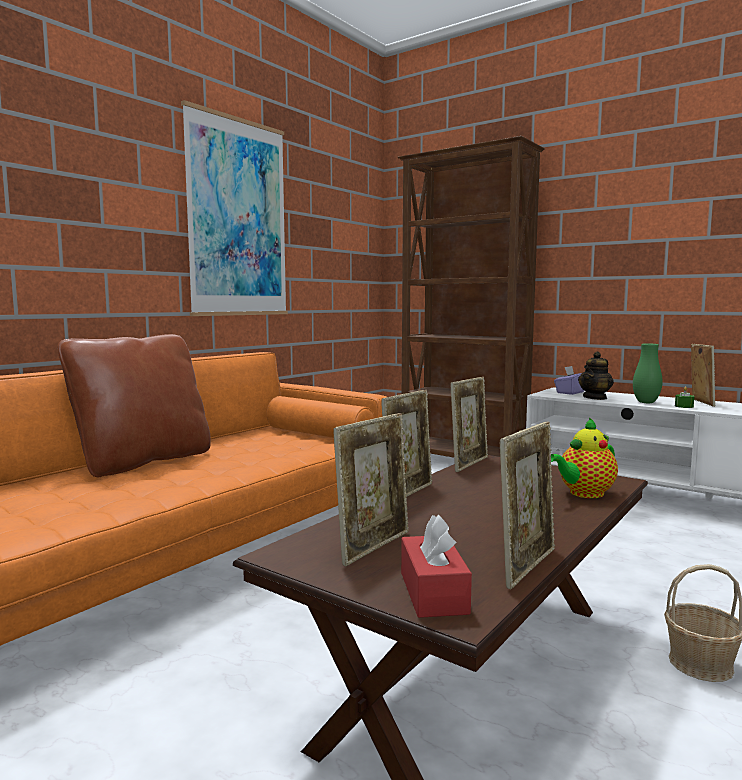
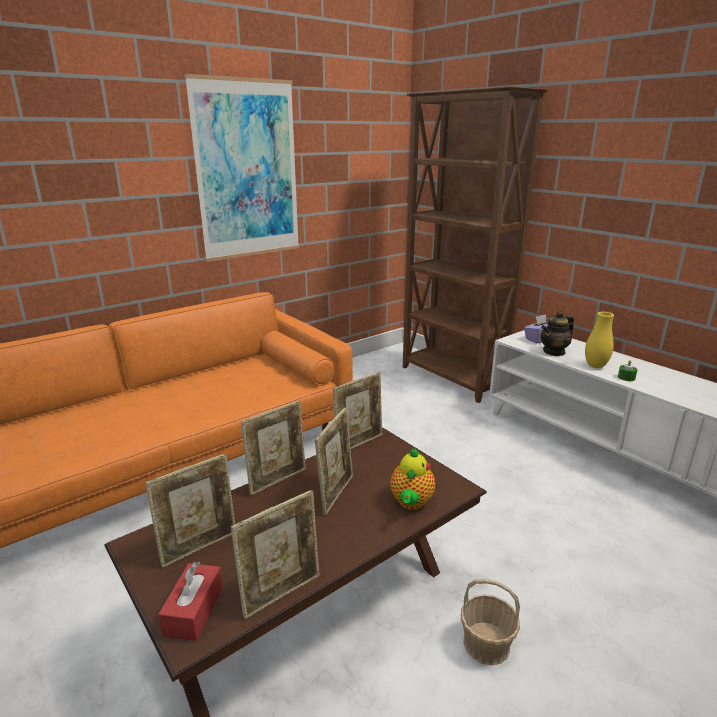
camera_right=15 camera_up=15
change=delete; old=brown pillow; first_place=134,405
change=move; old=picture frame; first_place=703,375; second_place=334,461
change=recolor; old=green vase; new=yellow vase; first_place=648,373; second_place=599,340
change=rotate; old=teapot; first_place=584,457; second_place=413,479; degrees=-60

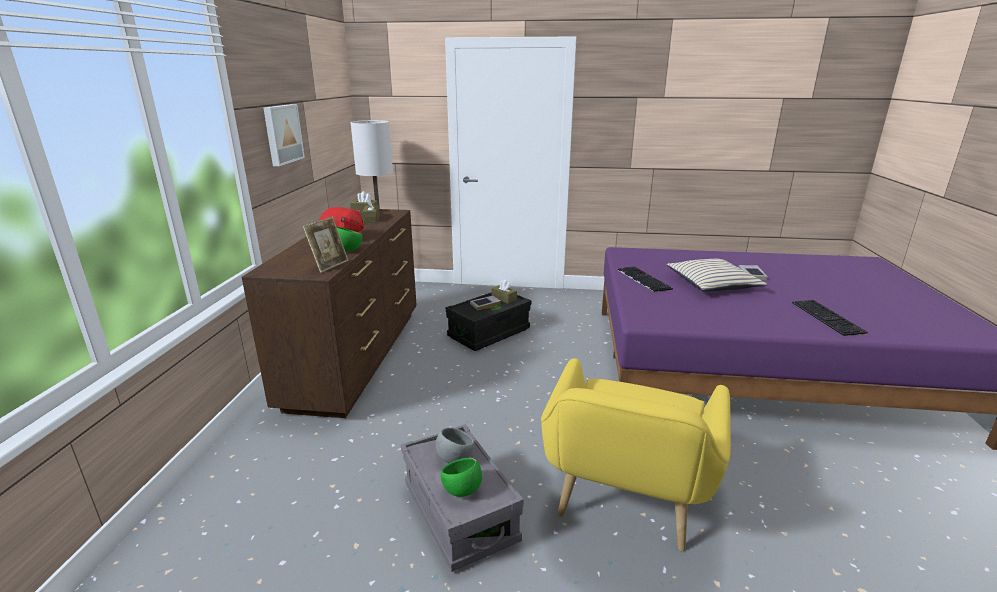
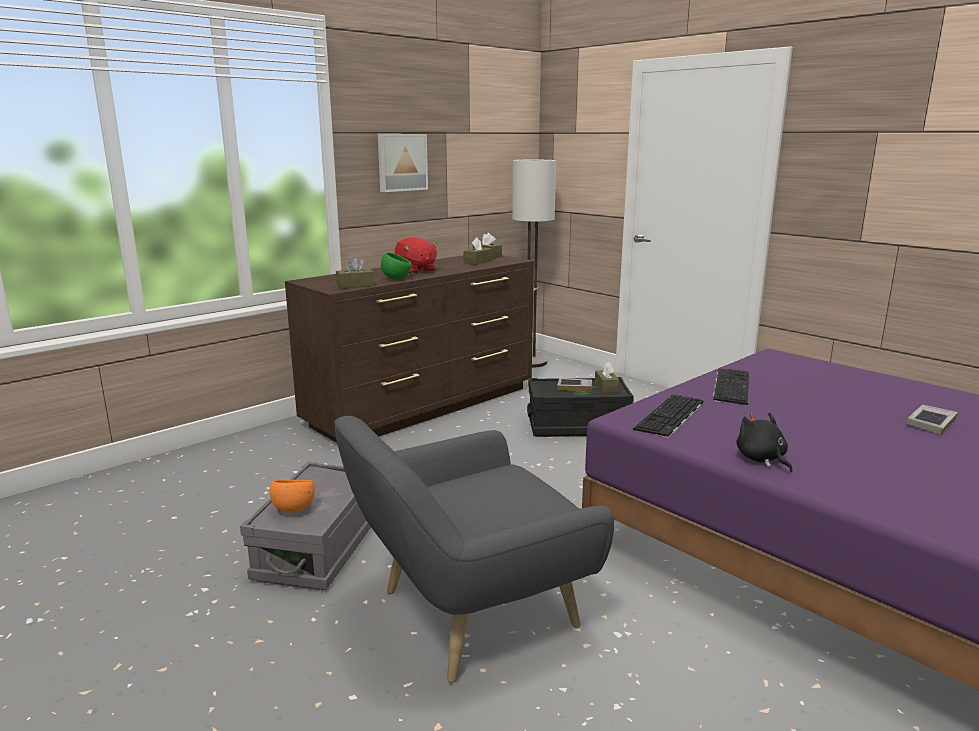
camera_right=40 camera_up=-5
change=delete; old=grey bowl; first_place=455,445
change=delete; old=beige pillow; first_place=717,275
change=insert; new=black plush toy; second_place=764,442
change=move; old=keyboard; first_place=830,318; second_place=668,416
change=replace; old=picture frame; new=brown tissue box; first_place=326,245; second_place=355,273
change=recolor; old=green bowl; new=orange bowl; first_place=461,477; second_place=292,496
change=recolor; old=yellow armchair; new=grey armchair; first_place=636,454; second_place=474,549

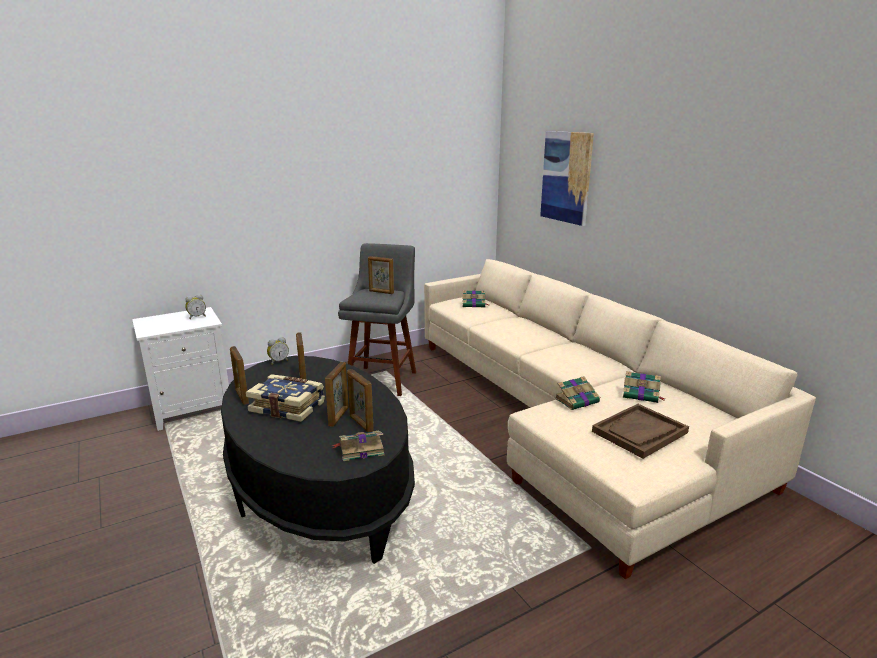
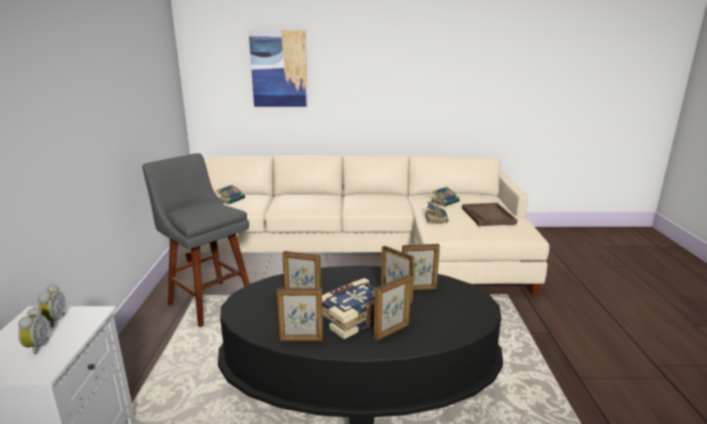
camera_right=-60 camera_up=0
change=delete; old=book; first_place=358,446
change=move; old=alarm clock; first_place=278,351; second_place=33,331
change=move; old=picture frame; first_place=381,275; second_place=392,307

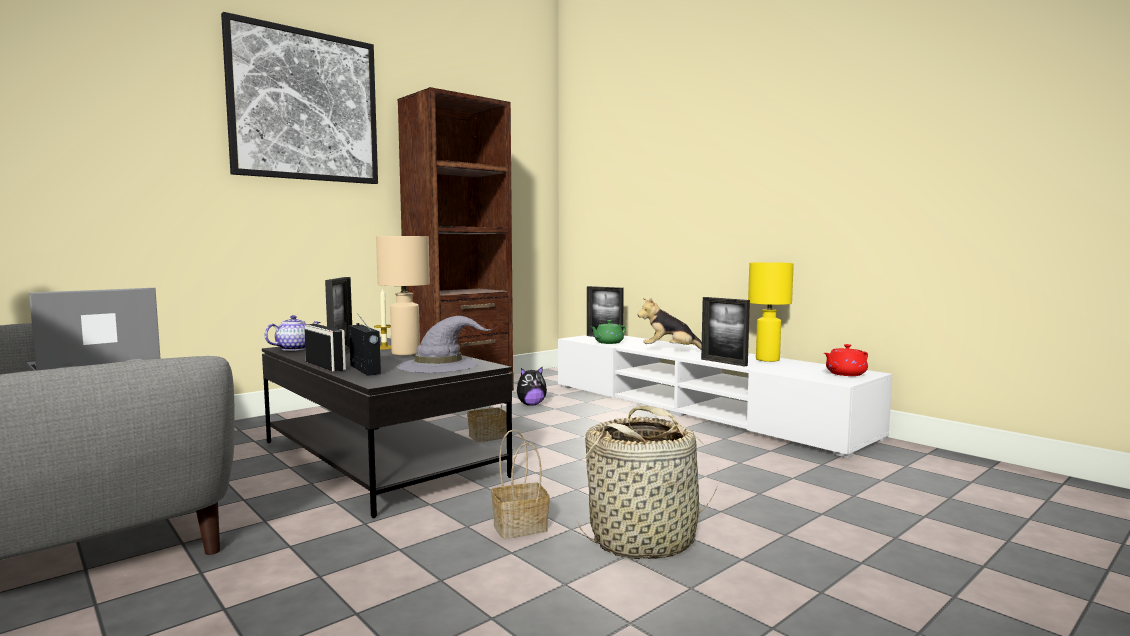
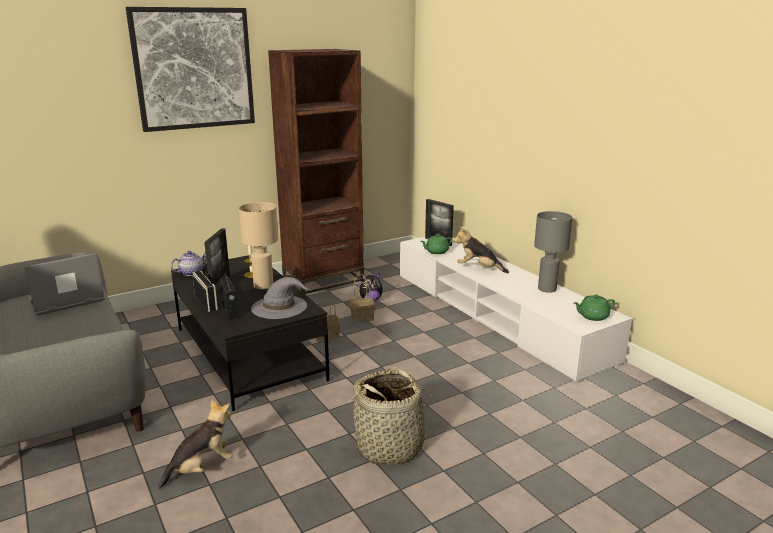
camera_right=10 camera_up=15
change=delete; old=picture frame; first_place=725,331
change=insert; new=plush toy; second_place=195,445
change=move; old=basket; first_place=520,484; second_place=362,298
change=recolor; old=yellow table lamp; new=grey table lamp; first_place=771,312; second_place=553,252
change=recolor; old=red teapot; new=green teapot; first_place=846,360; second_place=594,308

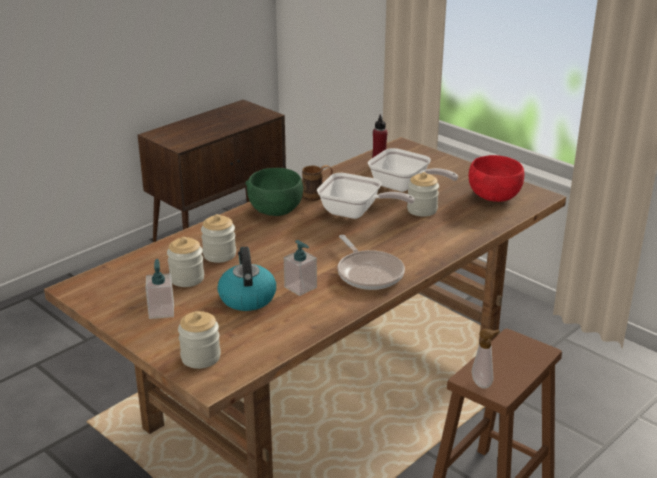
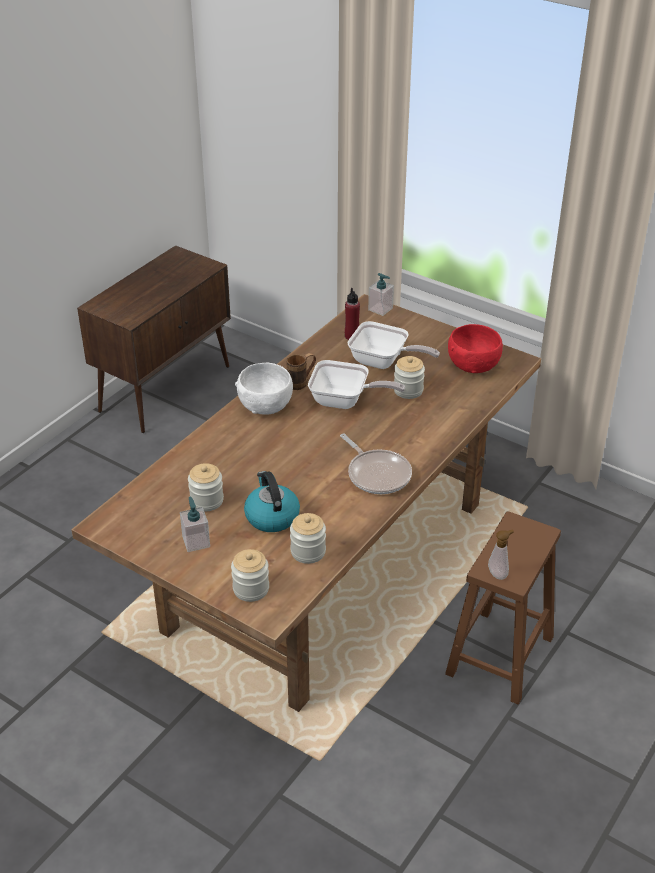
camera_right=-10 camera_up=10
change=move; old=jar; first_place=218,238; second_place=308,538
change=move; old=soap dispenser; first_place=300,268; second_place=381,294
change=recolor; old=green bowl; new=white bowl; first_place=274,192; second_place=264,389

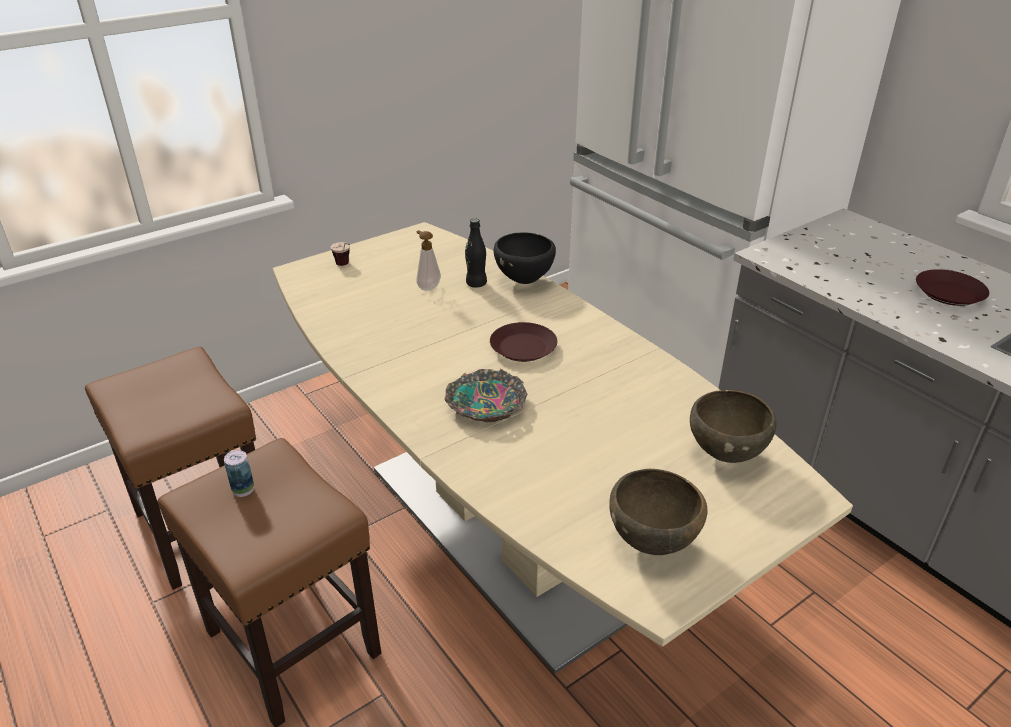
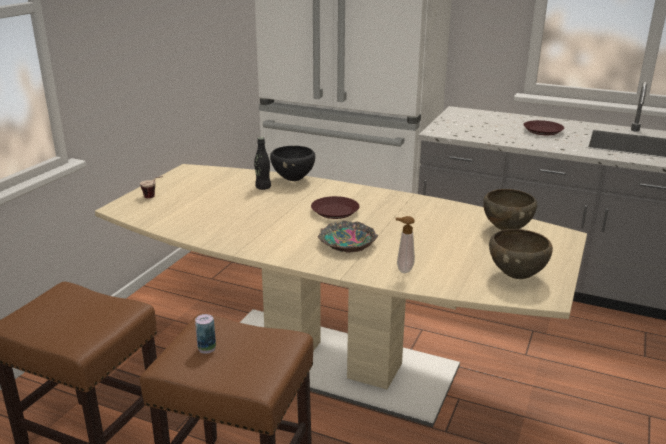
camera_right=-30 camera_up=-10
change=move; old=soap dispenser; first_place=428,260; second_place=405,244

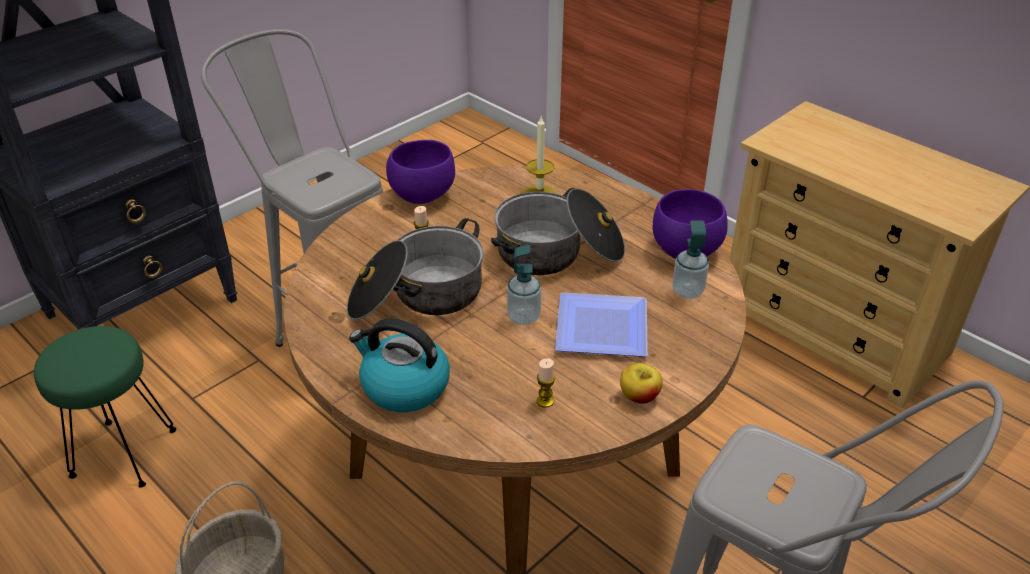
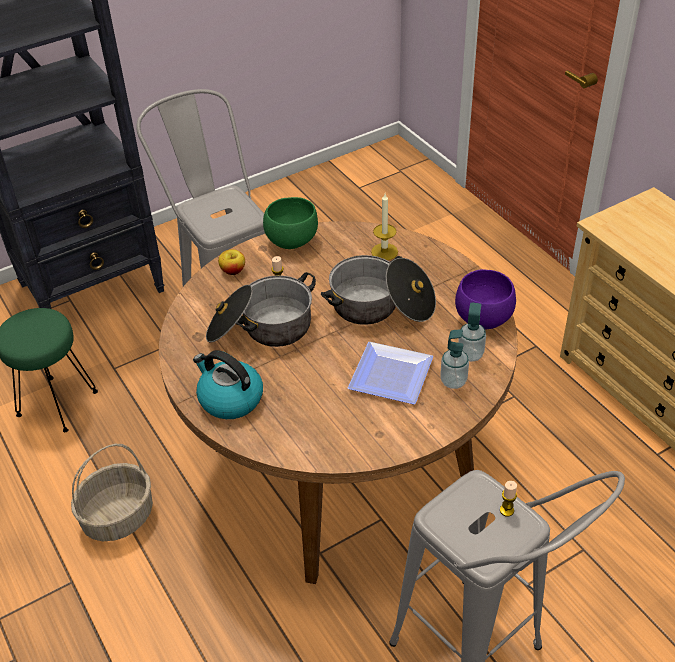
camera_right=15 camera_up=5
change=move; old=soap dispenser; first_place=524,285; second_place=454,359
change=move; old=candle; first_place=545,383; second_place=508,498
change=move; old=apple; first_place=641,383; second_place=231,262
change=recolor; old=purple bowl; new=green bowl; first_place=420,172; second_place=290,223

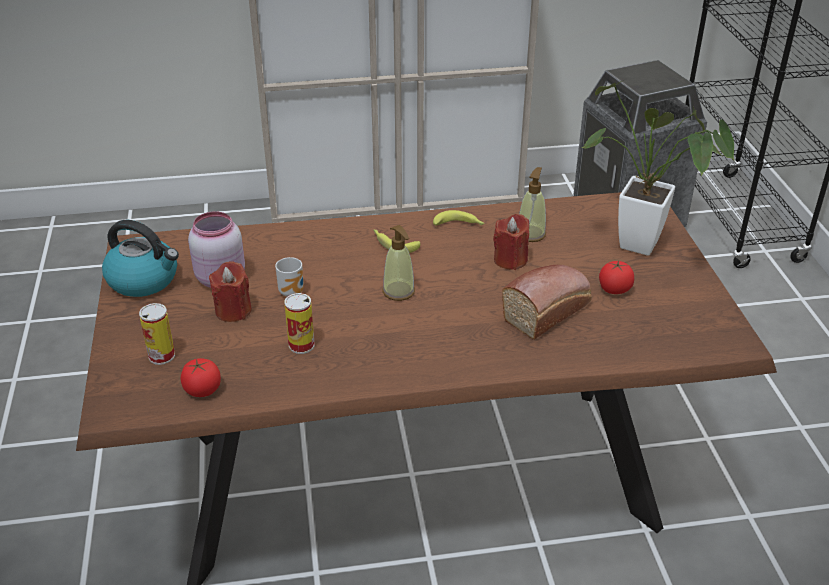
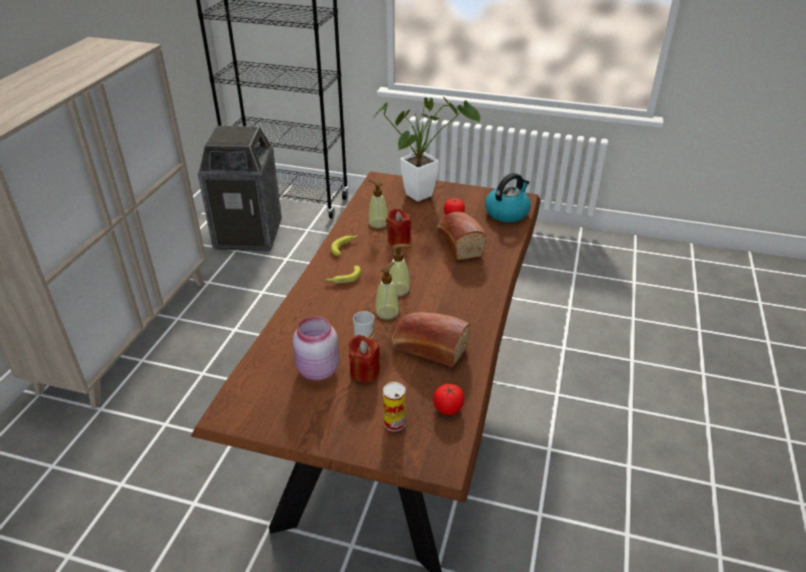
camera_right=-65 camera_up=0
change=insert; new=soap dispenser; second_place=387,292
change=move; old=kettle; first_place=140,258; second_place=508,197
change=replace; old=can; new=bread; first_place=299,323; second_place=431,340

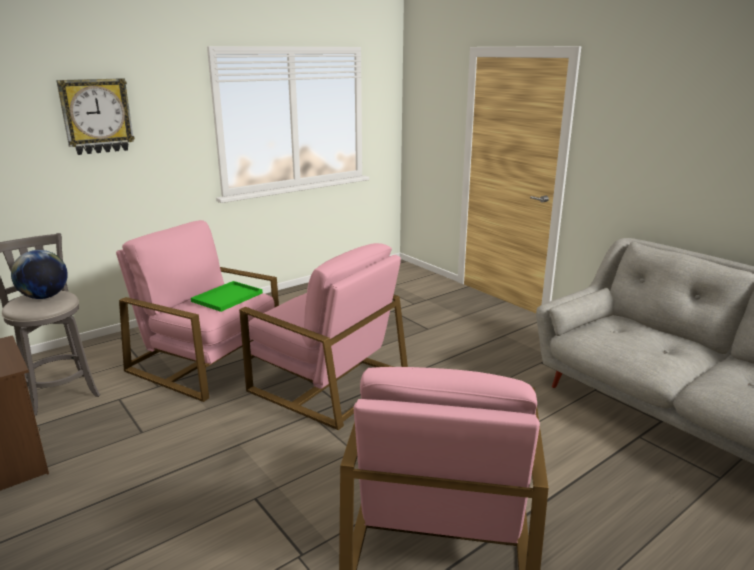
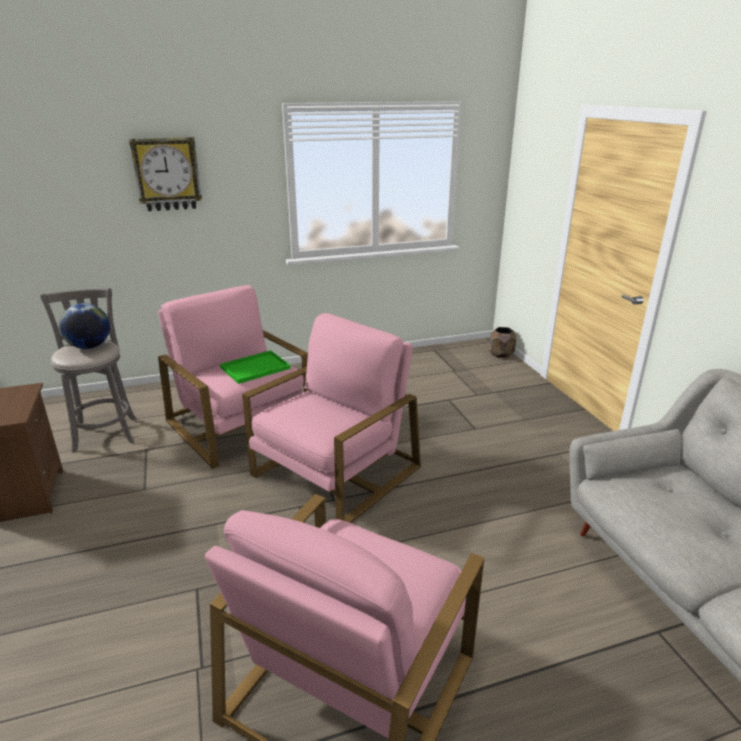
camera_right=20 camera_up=5
change=insert; new=brown planter; second_place=503,342
change=rotate; old=pink armchair; first_place=323,336; second_place=331,418; degrees=-105

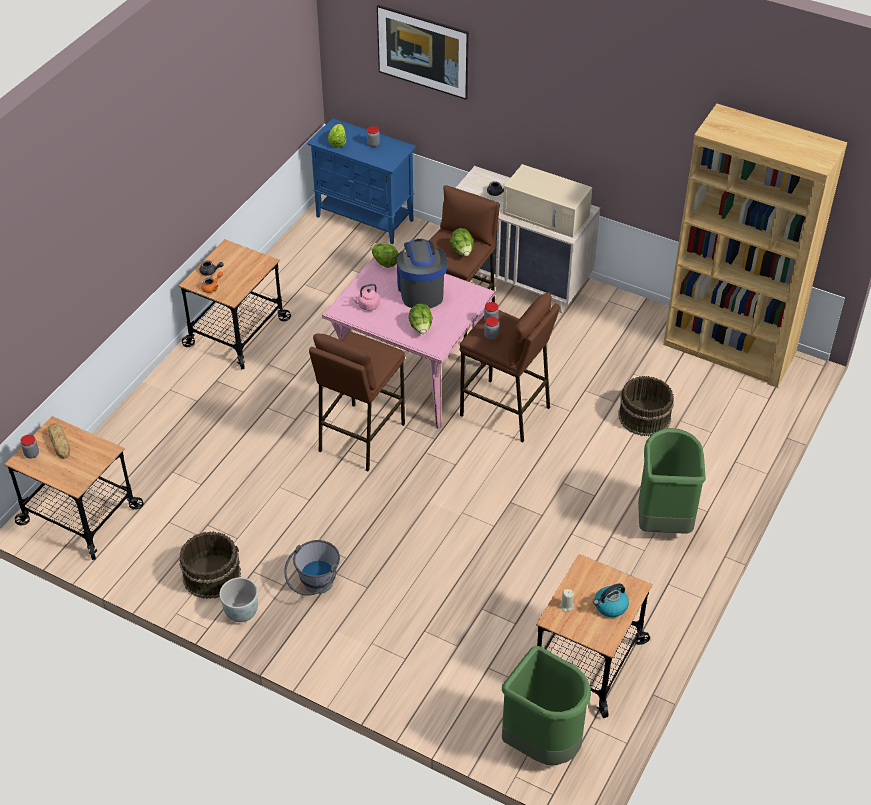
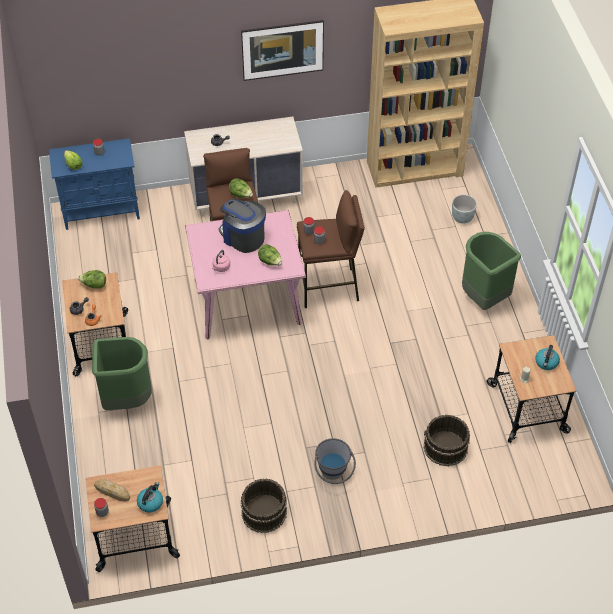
camera_right=-40 camera_up=5
change=delete; old=brown stool; first_place=357,401
change=delete; old=beige microwave; first_place=547,201
change=insert; new=kettle; second_place=150,497
change=move; old=grey planter; first_place=238,599; second_place=464,209
change=move; old=lettuce; first_place=384,255; second_place=92,279
change=move; old=picture; first_place=423,52; second_place=282,50
change=move; old=green trash can; first_place=546,705; second_place=122,373
change=move; old=brown bucket; first_place=646,406; second_place=446,440

